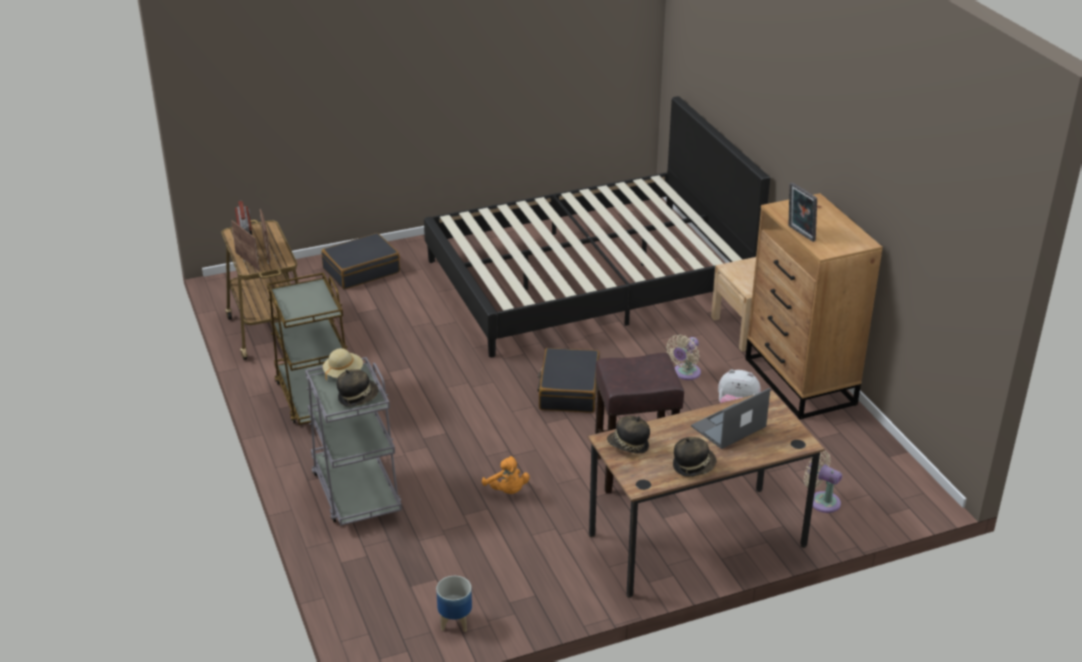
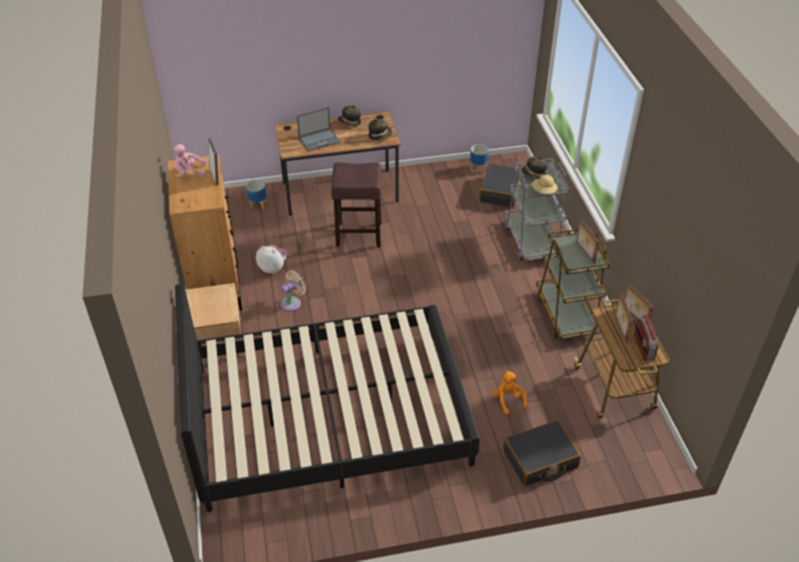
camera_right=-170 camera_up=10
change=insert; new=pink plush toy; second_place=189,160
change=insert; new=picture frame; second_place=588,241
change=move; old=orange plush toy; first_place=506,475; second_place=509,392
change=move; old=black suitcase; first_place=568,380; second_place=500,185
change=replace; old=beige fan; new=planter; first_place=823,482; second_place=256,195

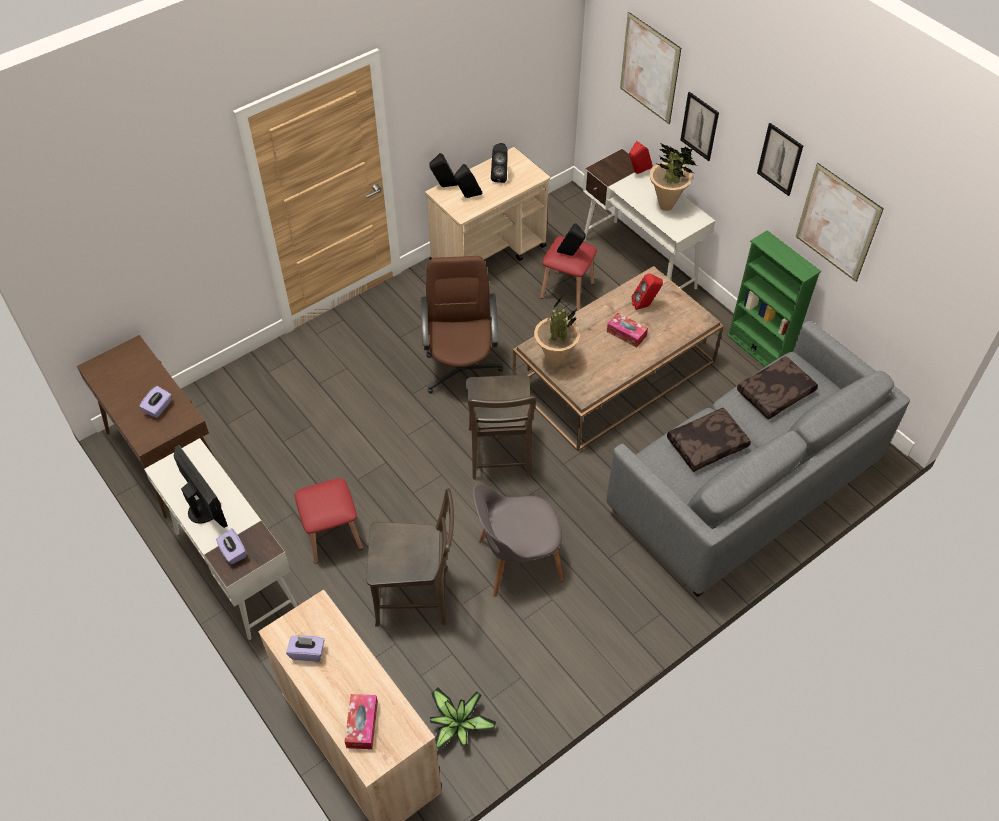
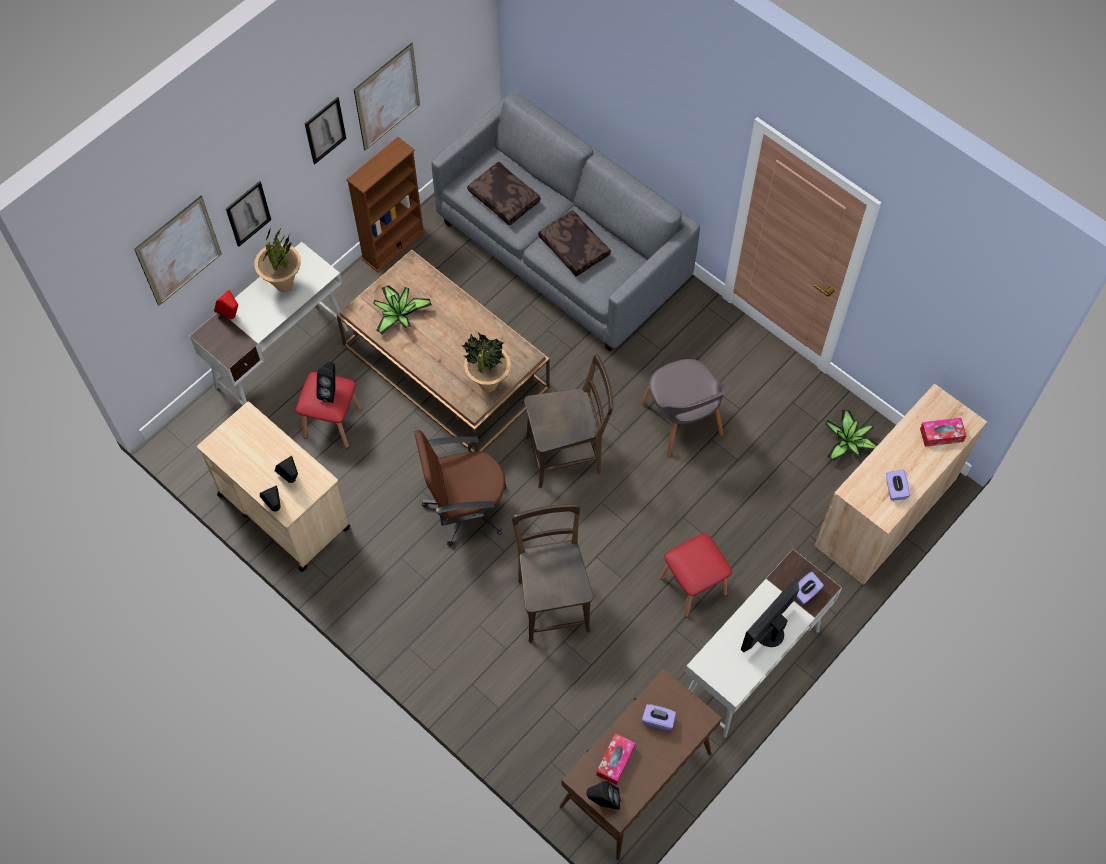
camera_right=-100 camera_up=10
change=move; old=brown chair; first_place=410,557; second_place=552,573
change=move; old=black speaker; first_place=499,163; second_place=603,795
change=move; old=tissue box; first_place=627,330; second_place=616,759
change=replace; old=red speaker; new=potted plant; first_place=647,291; second_place=402,310
change=recolor; old=green bookcase; new=brown bookcase; first_place=774,298; second_place=385,204

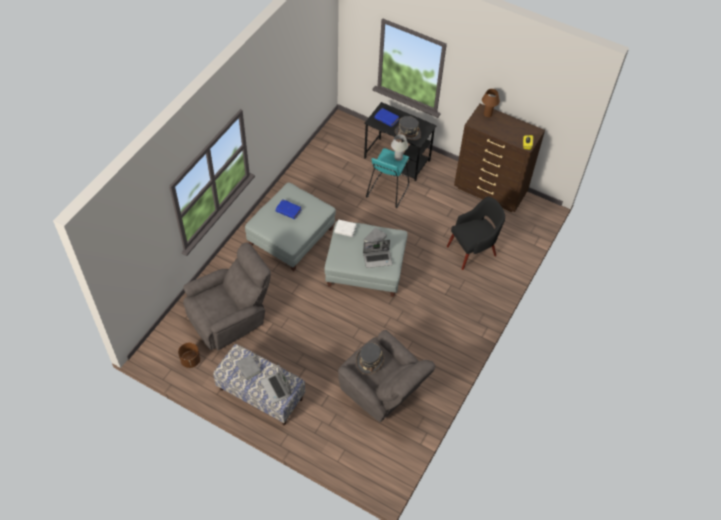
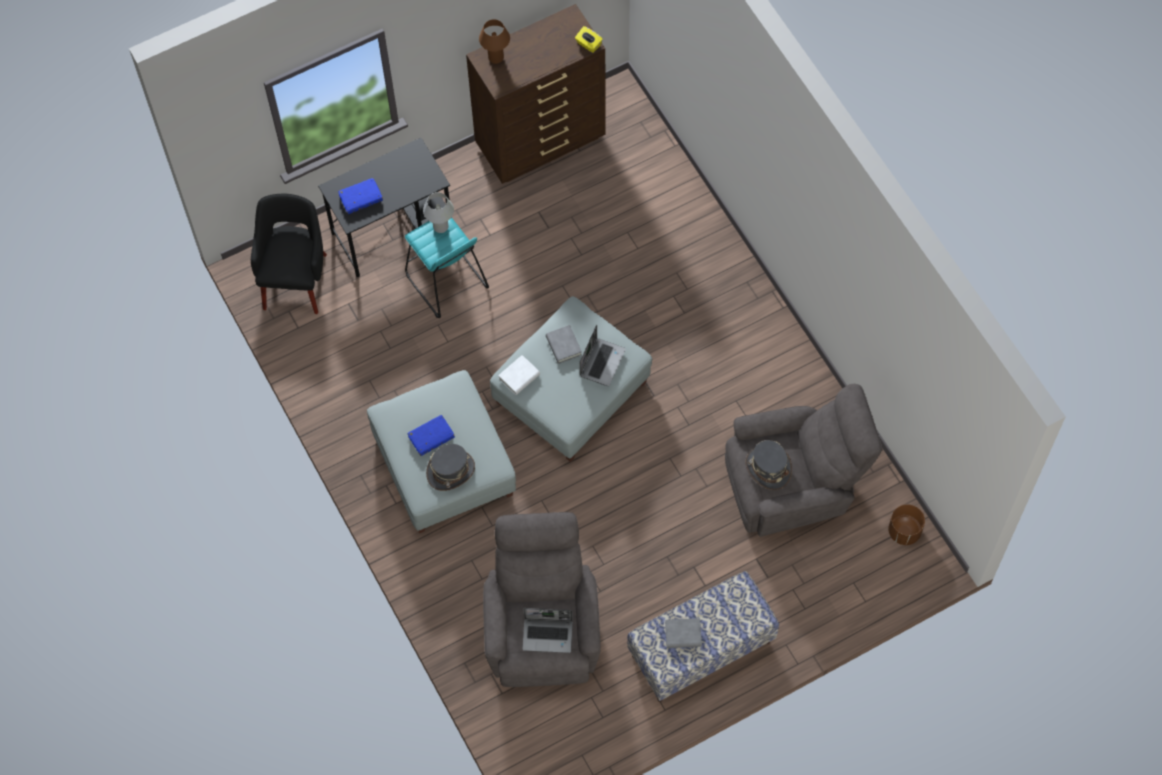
camera_right=-55 camera_up=10
change=move; old=brown planter; first_place=189,355; second_place=906,524
change=move; old=laptop; first_place=275,384; second_place=547,630
change=move; old=grey hat; first_place=408,128; second_place=450,467
change=move; old=black armchair; first_place=476,233; second_place=289,254

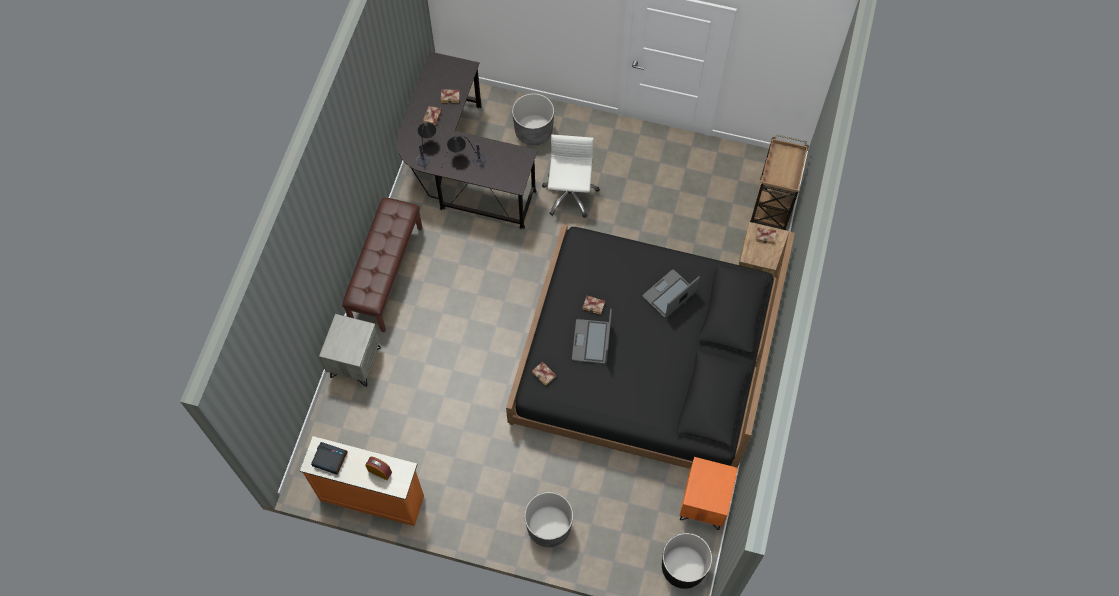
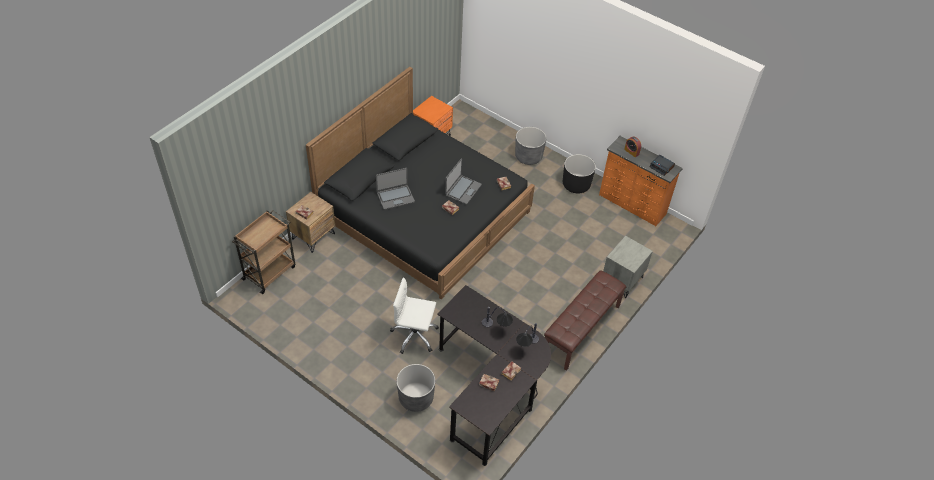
camera_right=-160 camera_up=-15
change=move; old=black planter; first_place=687,561; second_place=579,173
change=rotate; old=white office chair; first_place=571,176; second_place=414,316; degrees=75

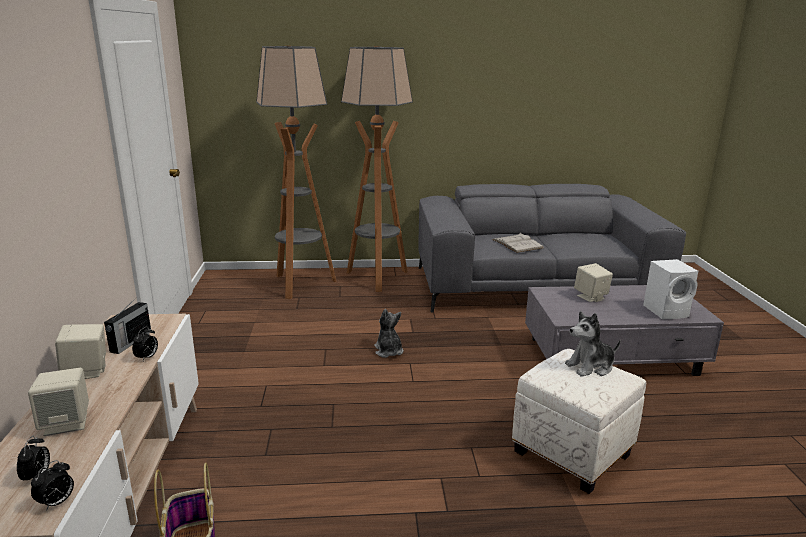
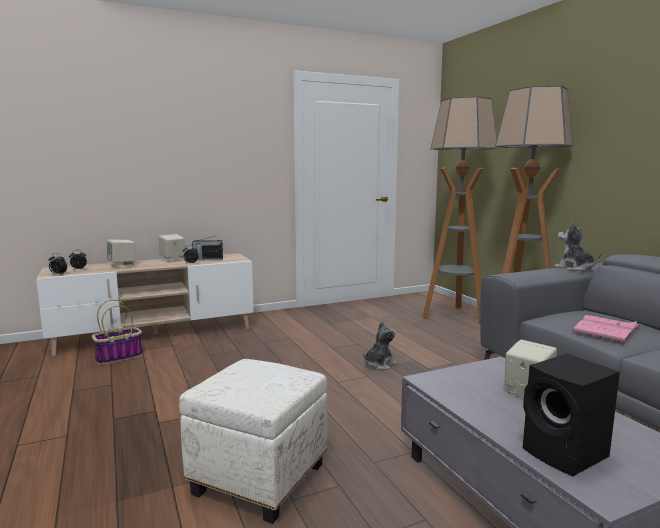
camera_right=70 camera_up=-10
change=move; old=plush toy; first_place=593,344; second_place=578,246
change=recolor; old=white book; new=pink book; first_place=518,243; second_place=606,328
change=recolor; old=white speaker; new=black speaker; first_place=670,289; second_place=571,415

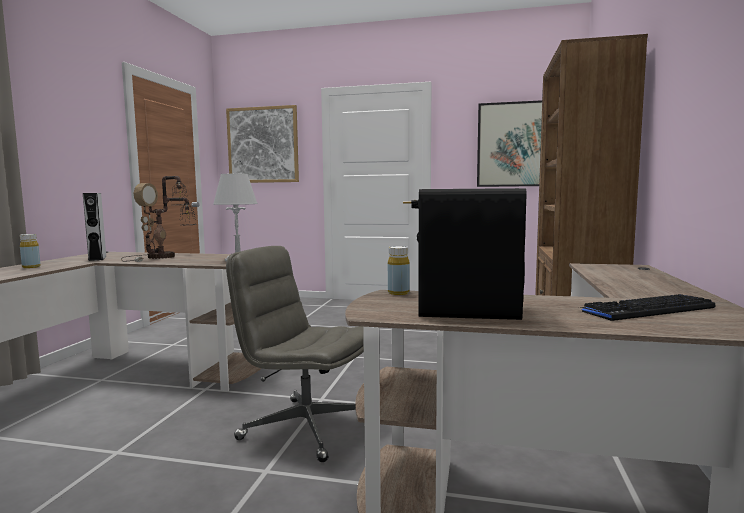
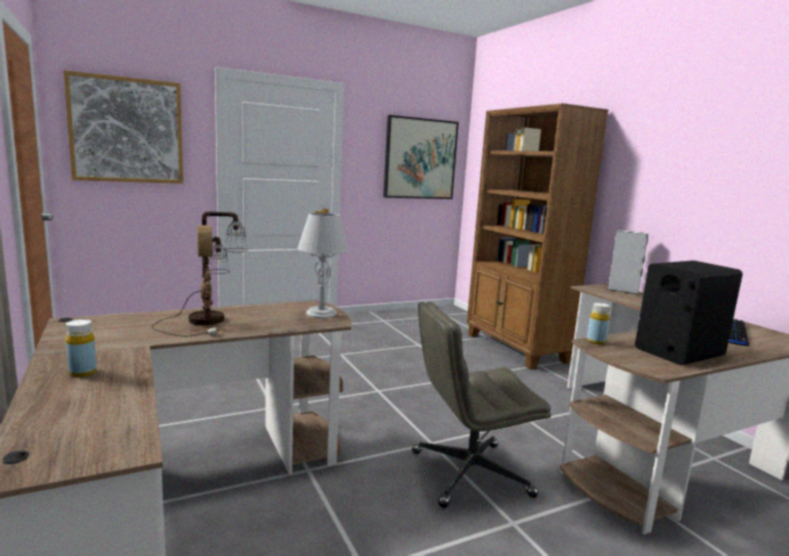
camera_right=-40 camera_up=5
change=move; old=grey speaker; first_place=95,227; second_place=627,262

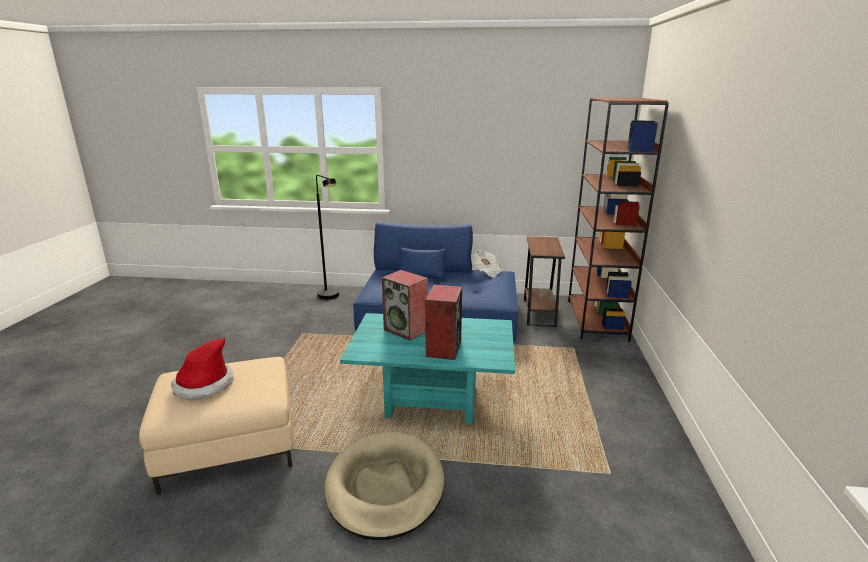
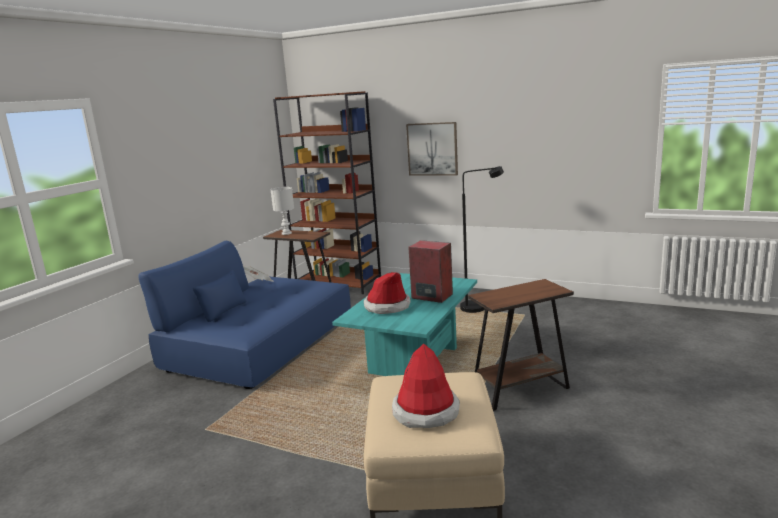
camera_right=-70 camera_up=-5
change=insert; new=white table lamp; second_place=282,211
change=insert; new=picture; second_place=432,149
change=move; old=black floor lamp; first_place=327,237; second_place=482,239
change=replace; old=beige dog bed; new=brown side table; first_place=384,486; second_place=521,345
change=replace; old=speaker; new=hat; first_place=405,305; second_place=387,293

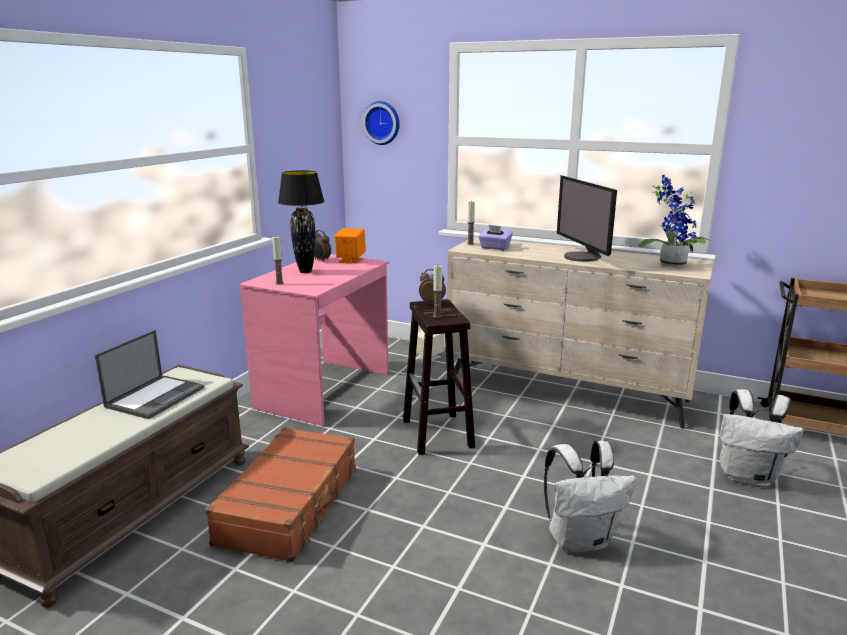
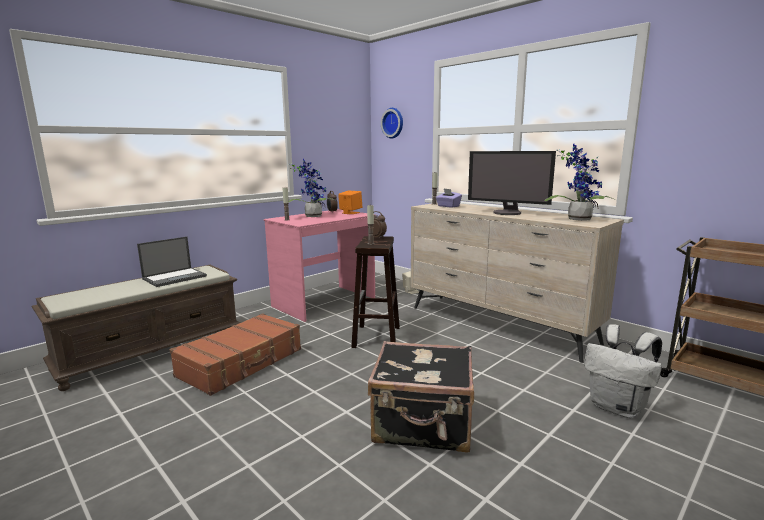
camera_right=20 camera_up=-5
change=replace; old=black table lamp; new=potted plant; first_place=301,221; second_place=312,188
change=replace; old=white backpack; new=black suitcase; first_place=590,497; second_place=421,397
change=rotate; old=monitor; first_place=587,218; second_place=512,183; degrees=-60

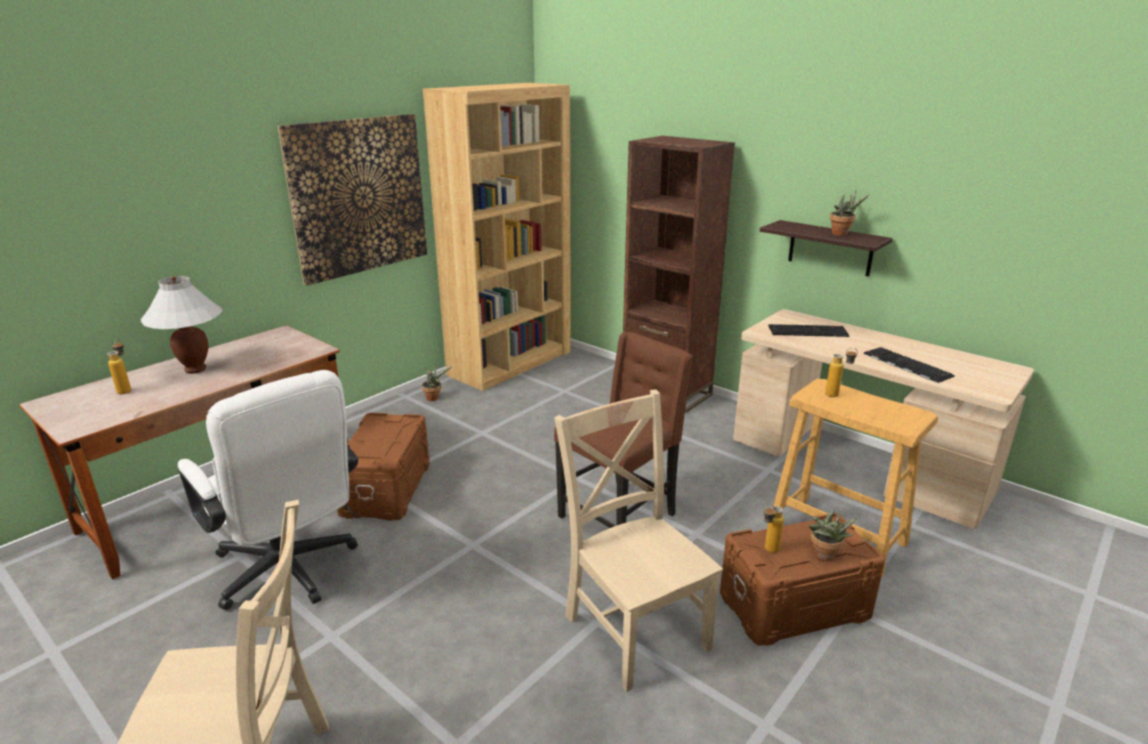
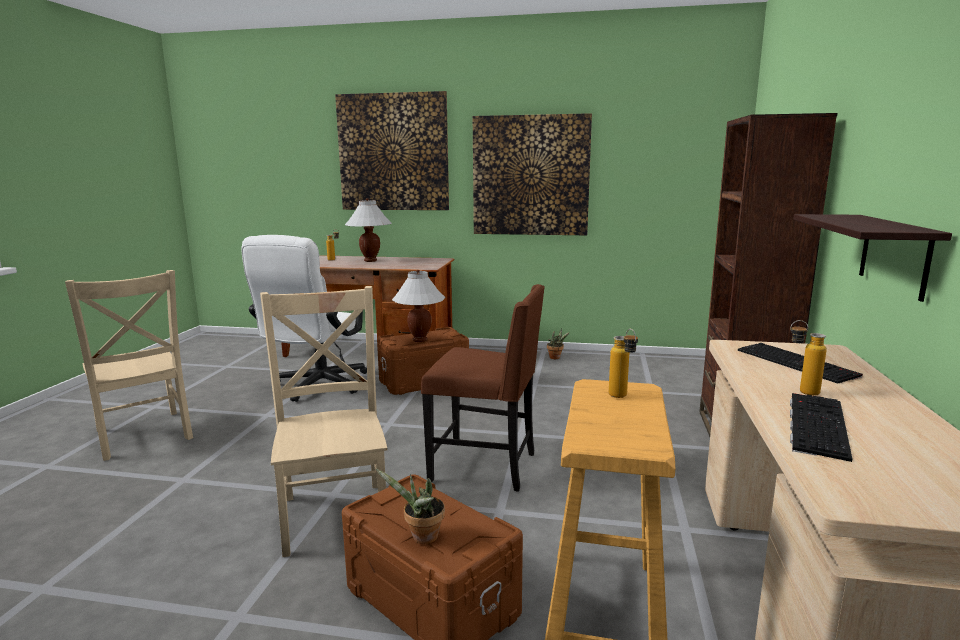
camera_right=60 camera_up=-10
change=delete; old=brown bookcase; first_place=497,237
change=delete; old=potted plant; first_place=849,213
change=insert; new=picture; second_place=392,150
change=insert; new=white table lamp; second_place=418,306
change=move; old=bottle; first_place=774,529; second_place=808,358
change=rotate; old=beige chair; first_place=638,540; second_place=323,421; degrees=-45

